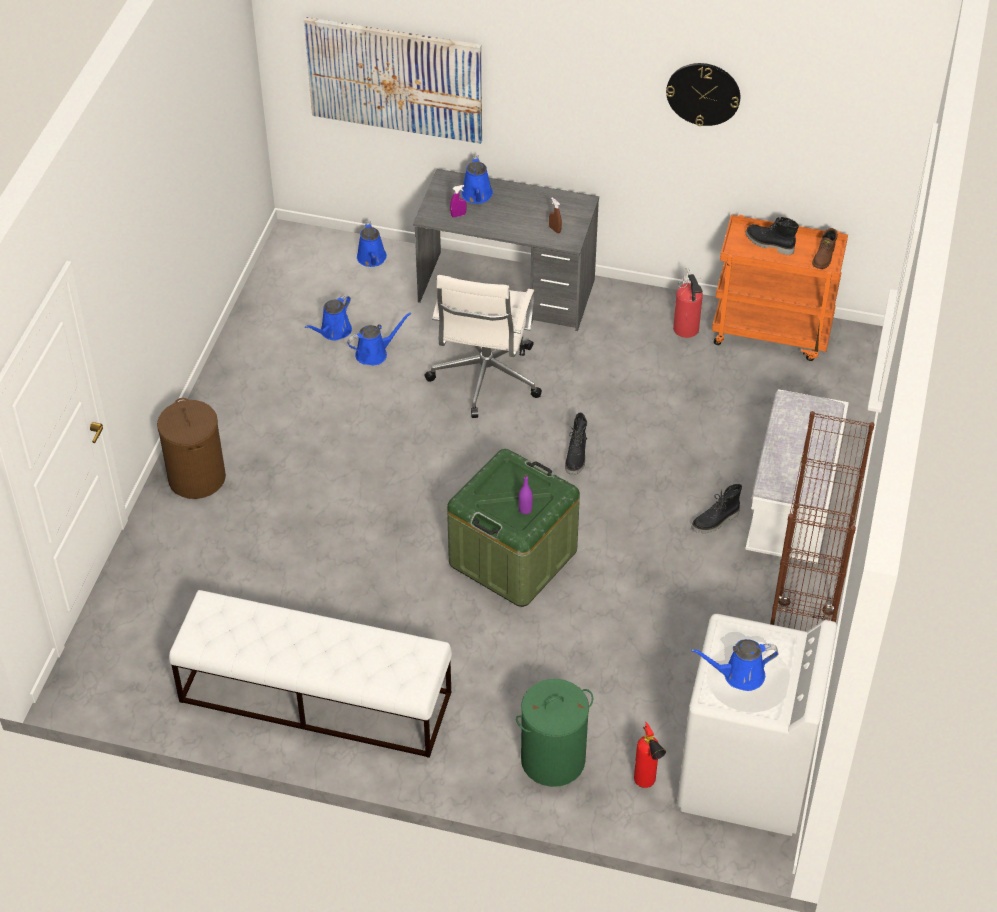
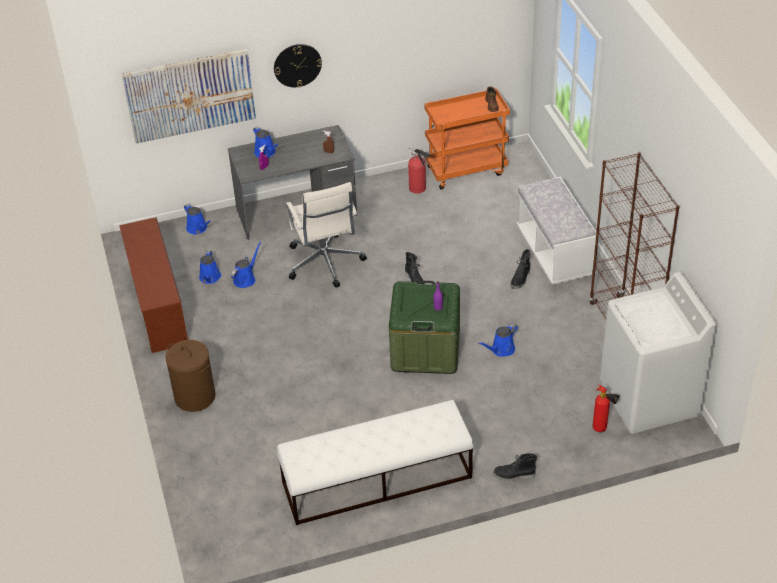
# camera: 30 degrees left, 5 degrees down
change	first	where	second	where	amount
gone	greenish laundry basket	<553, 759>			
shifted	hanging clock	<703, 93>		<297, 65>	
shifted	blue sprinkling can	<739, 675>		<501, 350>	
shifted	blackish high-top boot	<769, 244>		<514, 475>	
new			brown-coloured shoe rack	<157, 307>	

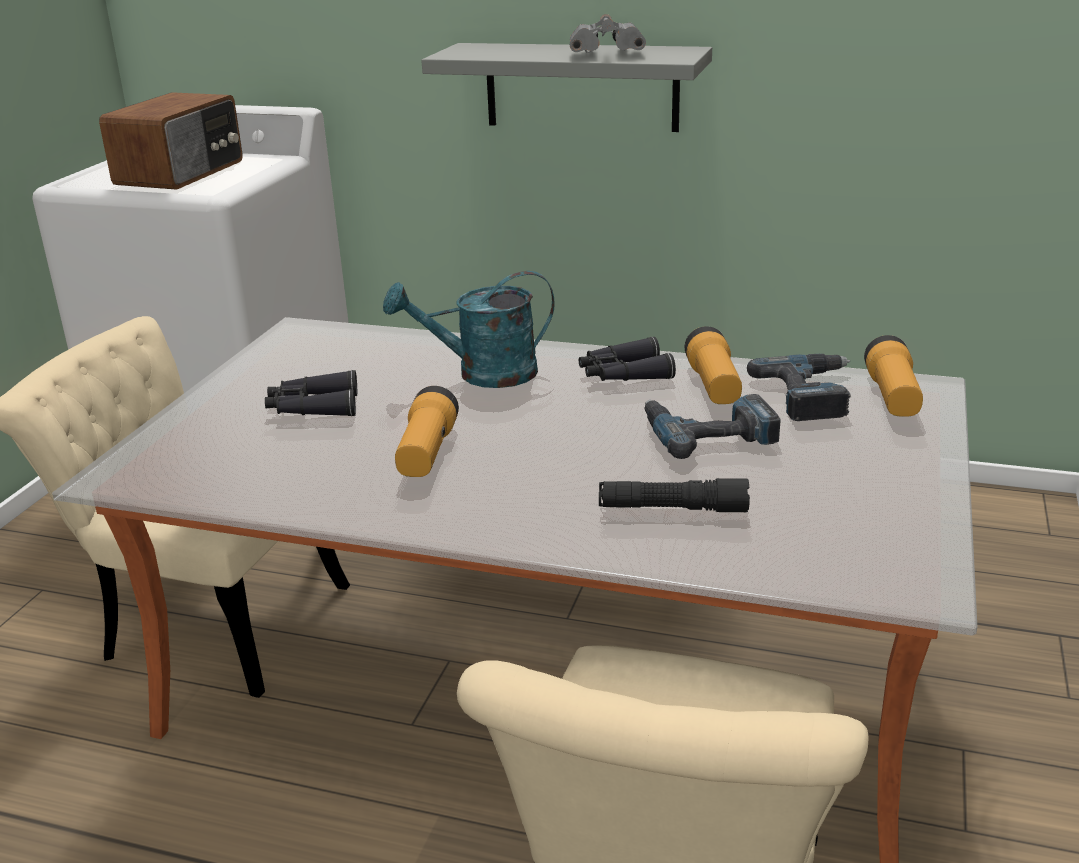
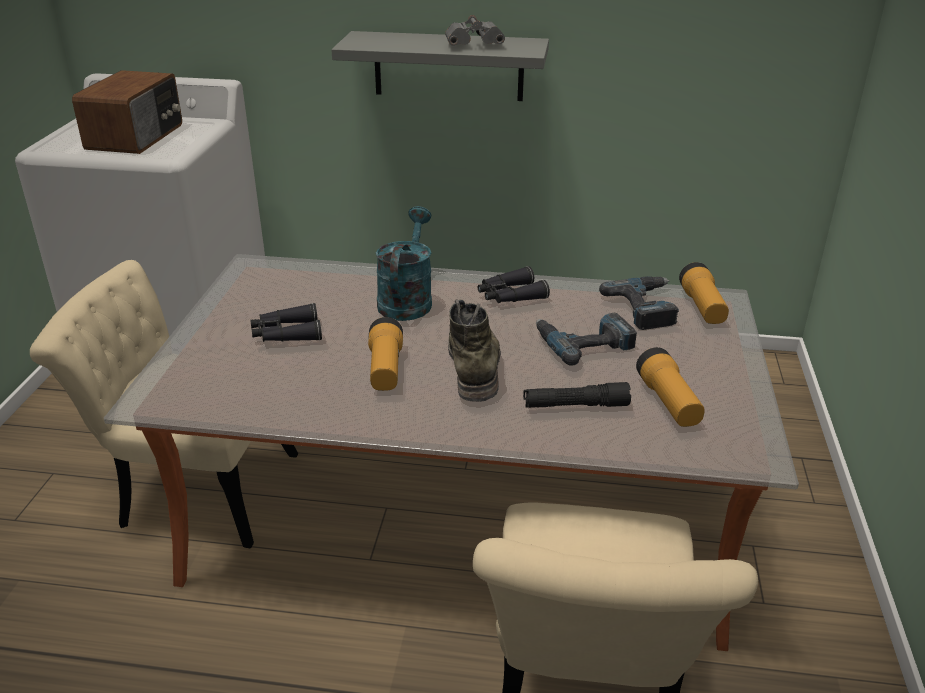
# camera: 10 degrees left, 5 degrees up
change	first	where	second	where	amount
rotated	turquoise sprinkling can	<483, 374>		<406, 300>	120 degrees clockwise
shifted	flashlight	<713, 386>		<668, 402>	
new			greenish high-top boot	<473, 364>	

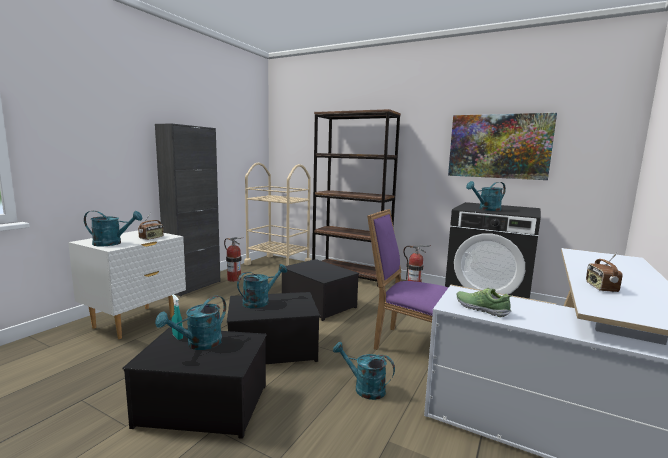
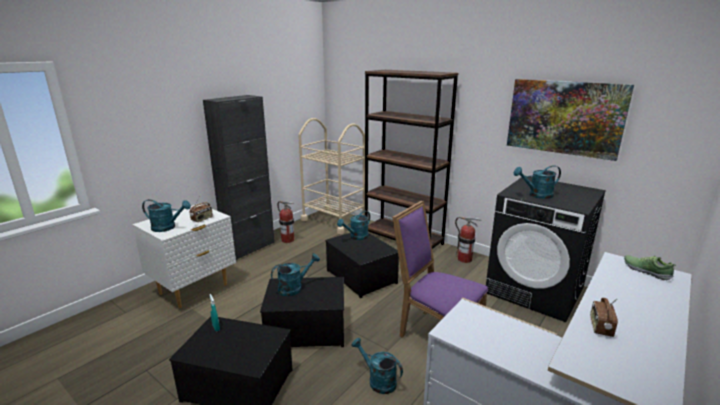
# camera: 10 degrees right, 10 degrees up
change	first	where	second	where	amount
shifted	turquoise sprinkling can	<199, 344>		<356, 237>	
shifted	item of footwear	<481, 308>		<646, 271>	

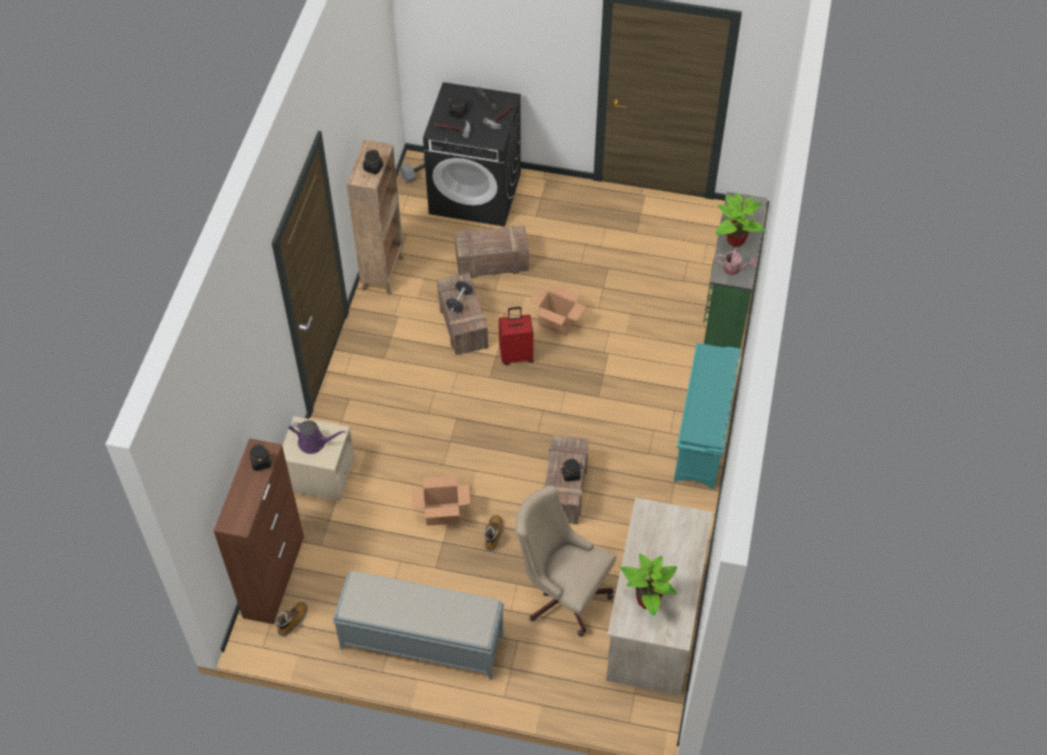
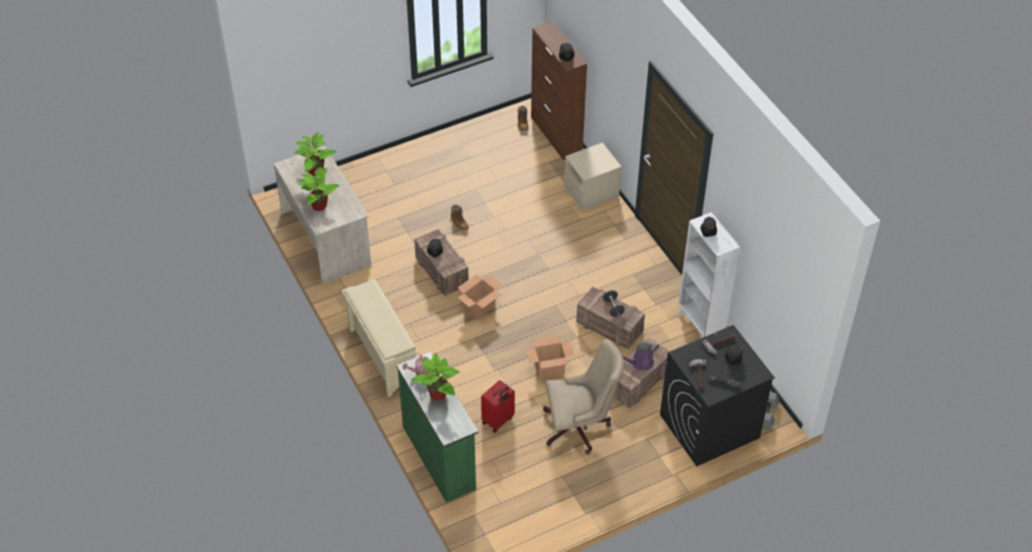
# camera: 140 degrees right, 5 degrees down
change	first	where	second	where	amount
shifted	purple-coloured sprinkling can	<314, 443>		<640, 363>	
gone	grey bench	<420, 640>			
repainted	brown-coloured bookshelf	<383, 272>	white-coloured bookshelf	<700, 326>	
shifted	packing box	<442, 514>		<479, 307>	
shifted	red-coloured suitcase	<516, 355>		<498, 420>	
shifted	sand-coloured desk chair	<562, 593>		<580, 427>	
repainted	turquoise shoe rack	<703, 437>	sand-coloured shoe rack	<382, 356>	
new			potted plant	<319, 205>	

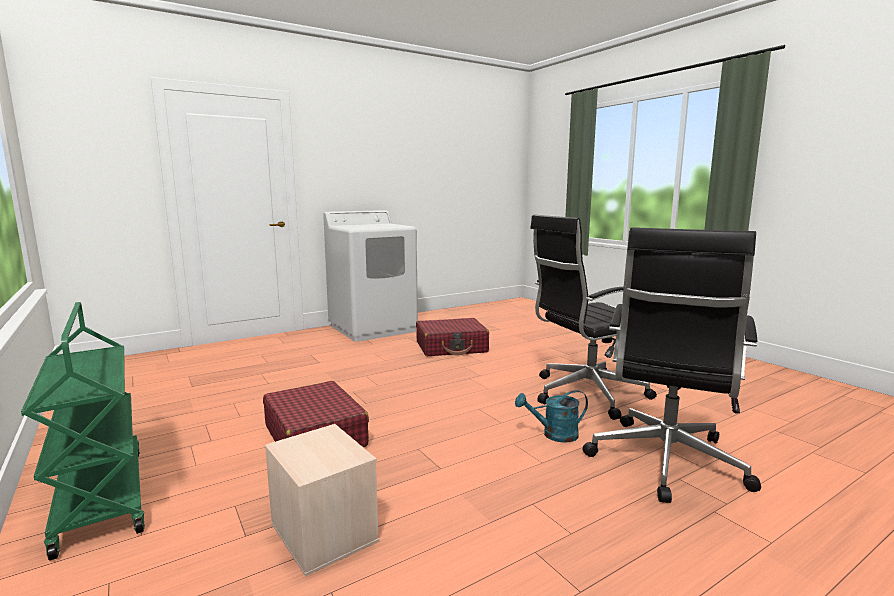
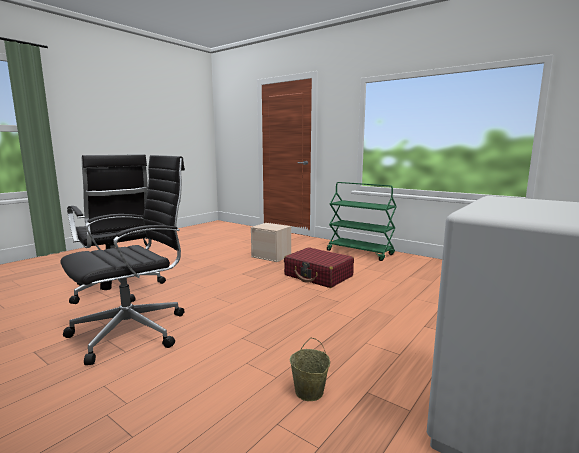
# camera: 160 degrees right, 0 degrees up
change	first	where	second	where	amount
swapped	red-coloured suitcase	<451, 347>	sand-coloured pail	<309, 392>	
gone	turquoise sprinkling can	<554, 435>			
rotated	blackish desk chair	<665, 463>		<118, 290>	135 degrees clockwise

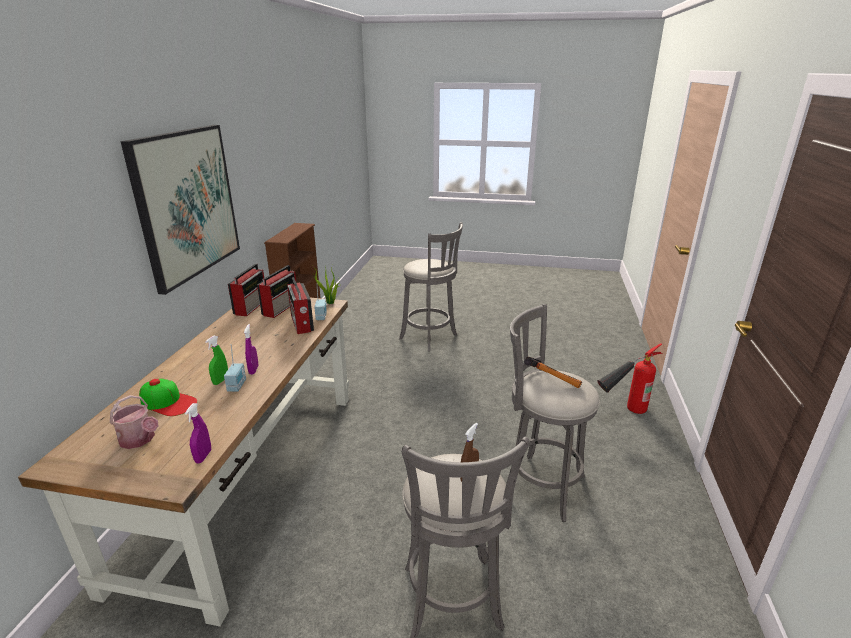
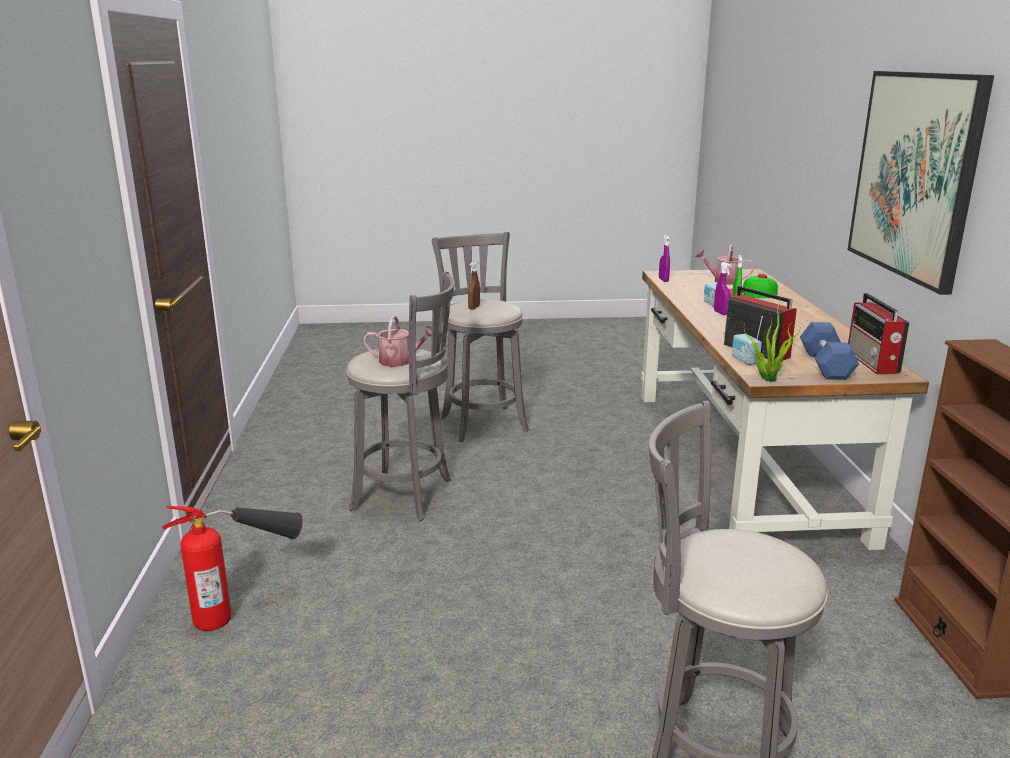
# camera: 165 degrees right, 5 degrees down
change	first	where	second	where	amount
swapped	radio set	<281, 307>	blue dumbbell	<825, 365>	
swapped	tool hammer	<552, 379>	sprinkling can	<400, 361>	

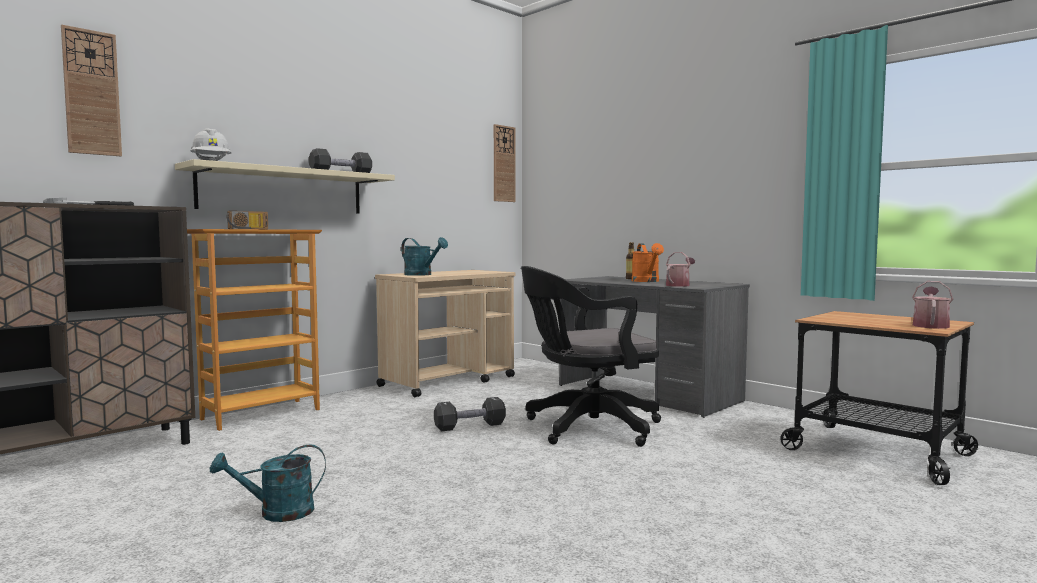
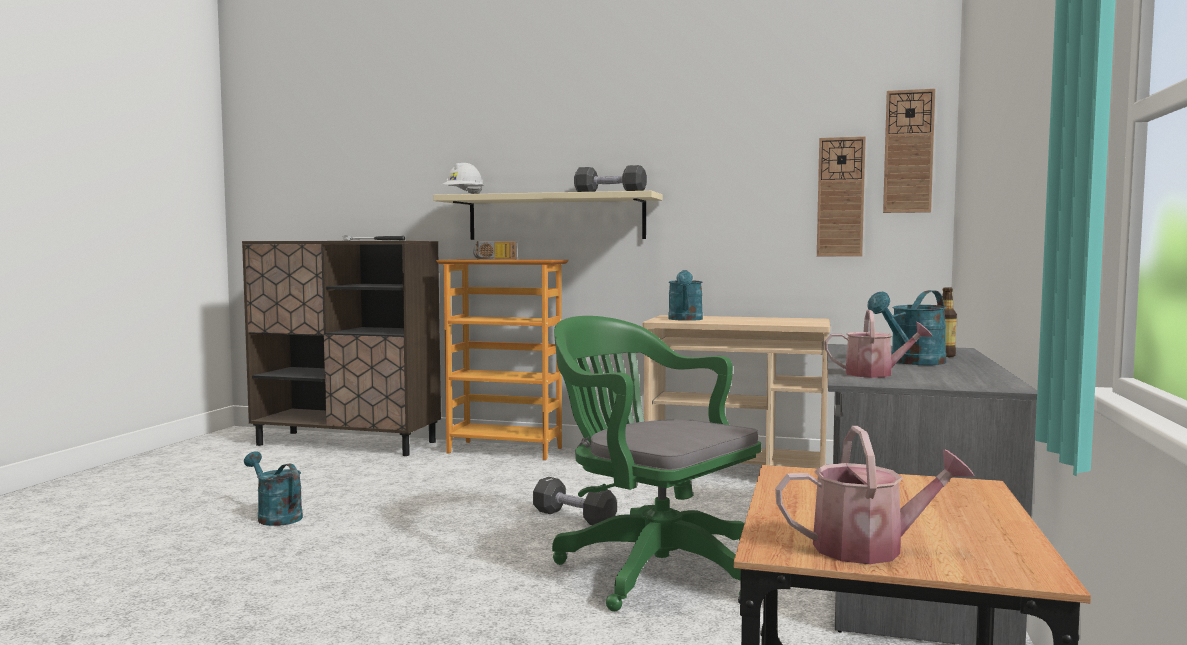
# camera: 60 degrees right, 0 degrees up
change	first	where	second	where	amount
shifted	hanging clock	<91, 93>		<840, 197>	
repainted	blackish desk chair	<586, 428>	greenish desk chair	<651, 568>	
repainted	orange-coloured sprinkling can	<647, 281>	turquoise sprinkling can	<912, 362>	

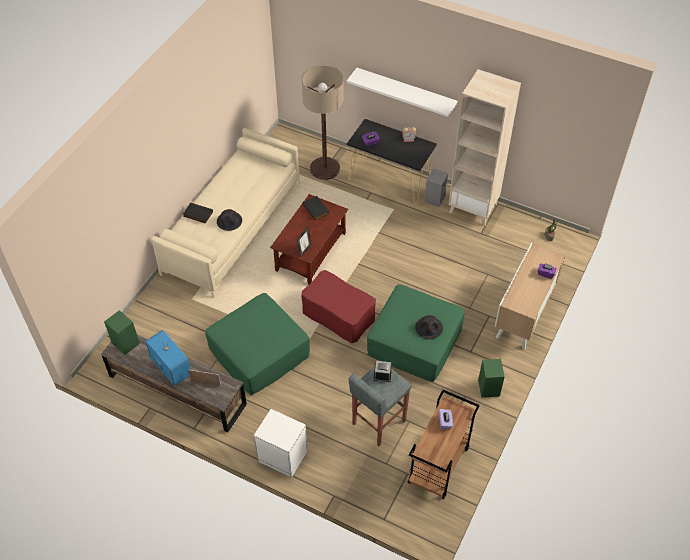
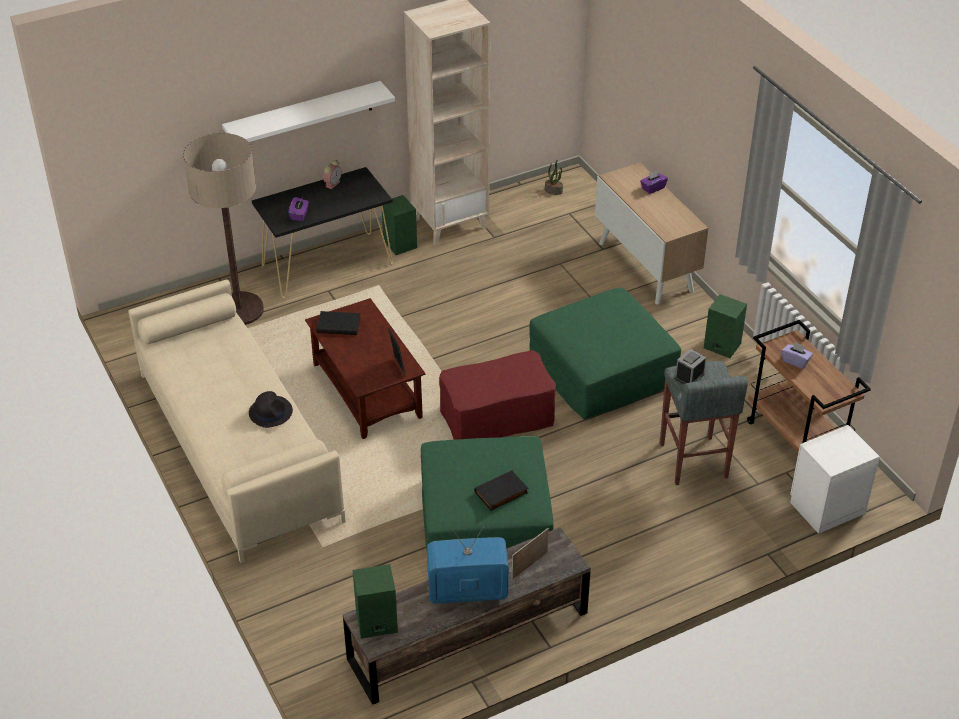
# camera: 55 degrees left, 10 degrees down
change	first	where	second	where	amount
shifted	blackish volume	<197, 214>		<501, 493>	
shifted	white-coloured night table	<282, 455>		<825, 507>	
gone	blackish wearable hat	<429, 328>			
repainted	grey audio speaker	<434, 198>	greenish audio speaker	<399, 244>	

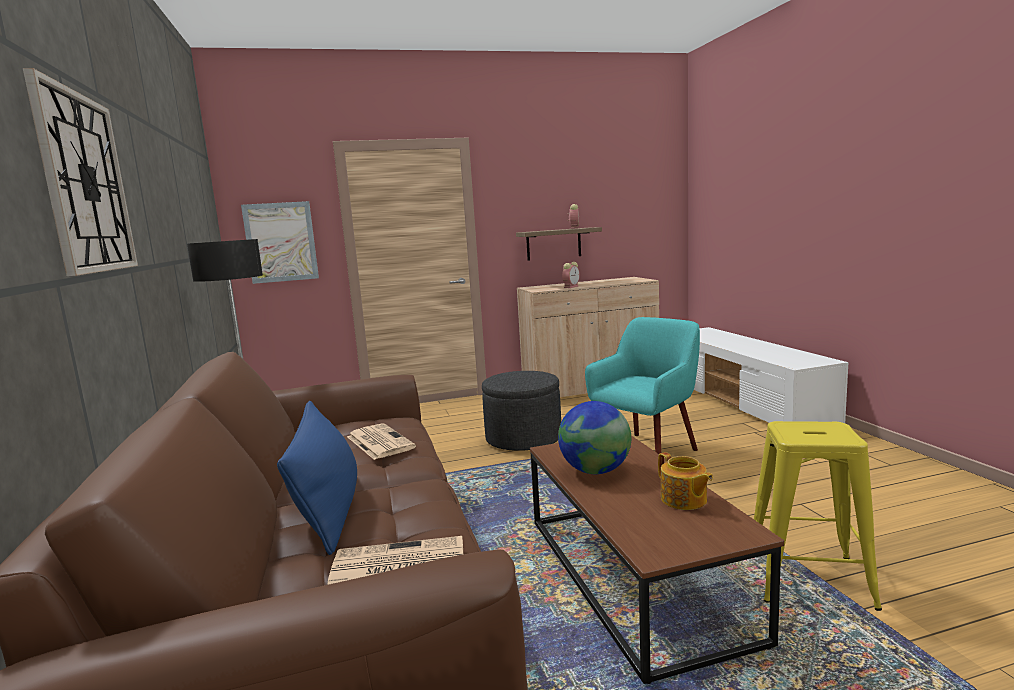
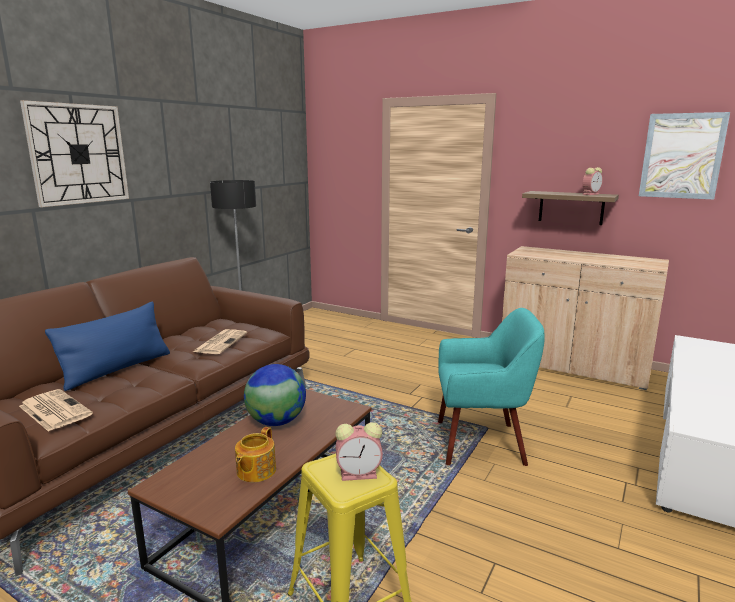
# camera: 45 degrees right, 5 degrees up
change	first	where	second	where	amount
shifted	picture	<281, 242>		<682, 156>	
gone	grey footrest	<523, 438>			
shifted	table clock	<571, 287>		<360, 473>	

